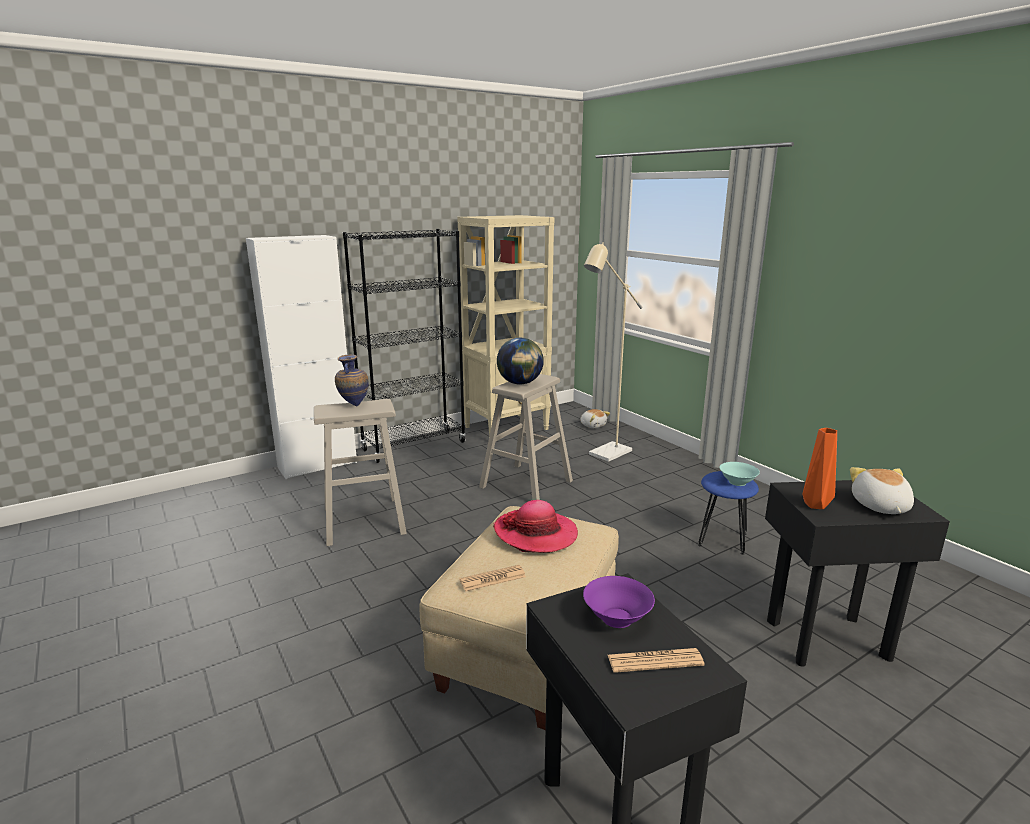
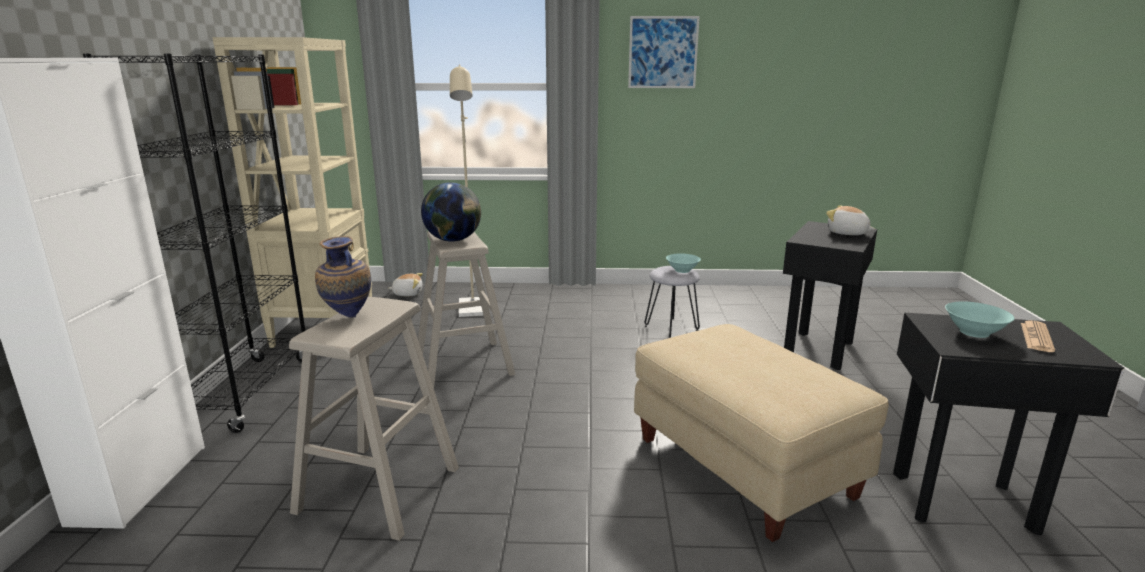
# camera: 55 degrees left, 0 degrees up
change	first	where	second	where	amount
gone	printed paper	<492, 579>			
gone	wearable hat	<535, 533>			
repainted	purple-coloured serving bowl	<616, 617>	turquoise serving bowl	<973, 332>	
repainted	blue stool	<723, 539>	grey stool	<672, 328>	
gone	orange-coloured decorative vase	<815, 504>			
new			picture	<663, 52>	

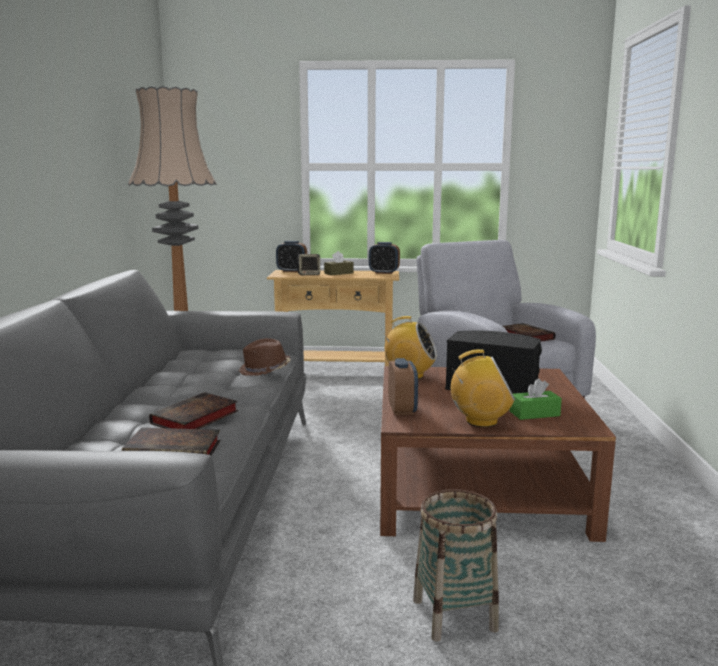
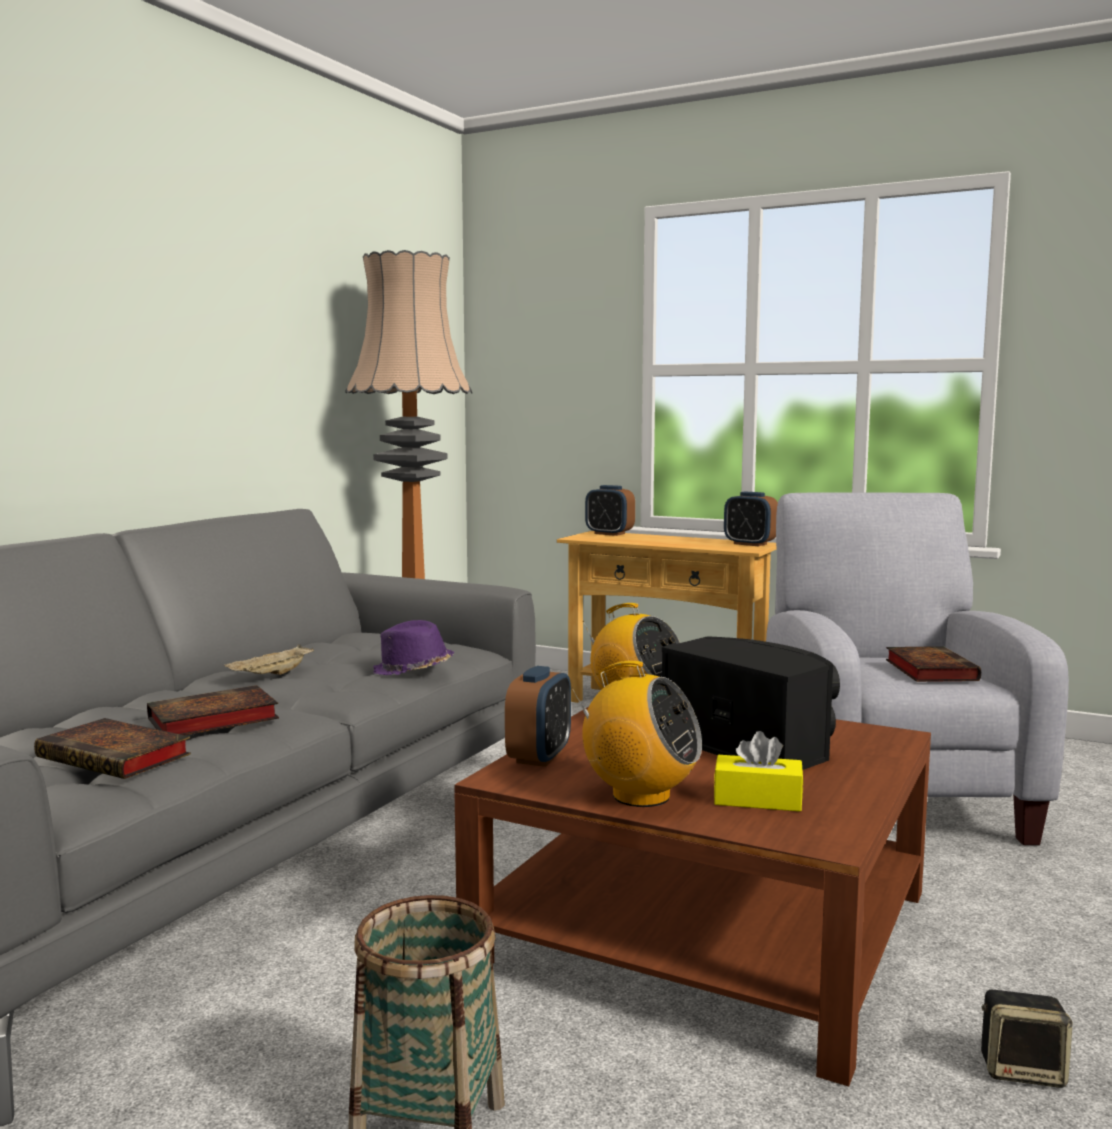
# camera: 25 degrees right, 5 degrees down
change	first	where	second	where	amount
repainted	brown-coloured wearable hat	<265, 370>	purple-coloured wearable hat	<412, 670>	
shifted	audio speaker	<309, 274>		<1023, 1070>	
gone	brown-coloured tissue box	<338, 273>			
repainted	greenish tissue box	<534, 414>	yellowish tissue box	<757, 800>	
new			sand-coloured serving tray	<271, 675>	

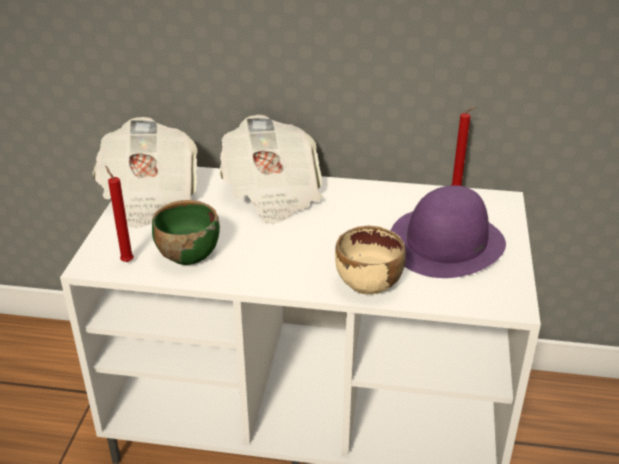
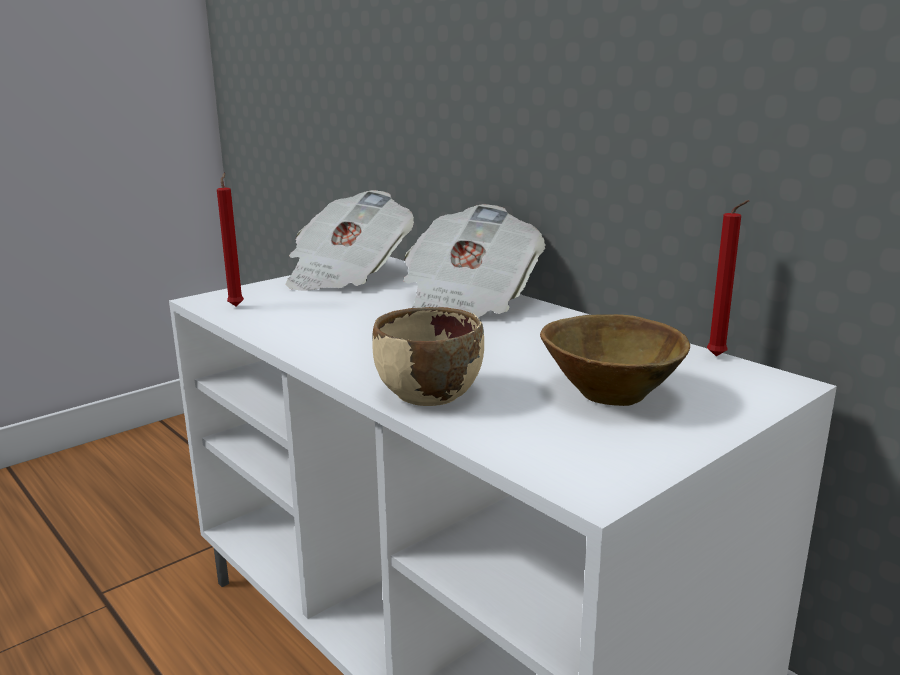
# camera: 40 degrees right, 15 degrees down
change	first	where	second	where	amount
gone	greenish serving bowl	<188, 254>			
swapped	purple-coloured wearable hat	<446, 242>	brown-coloured serving bowl	<609, 394>	

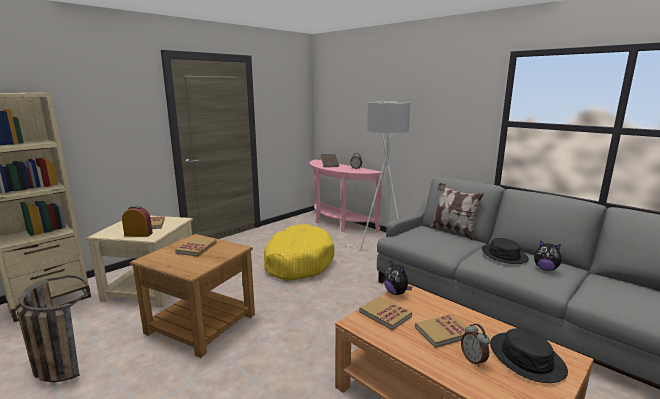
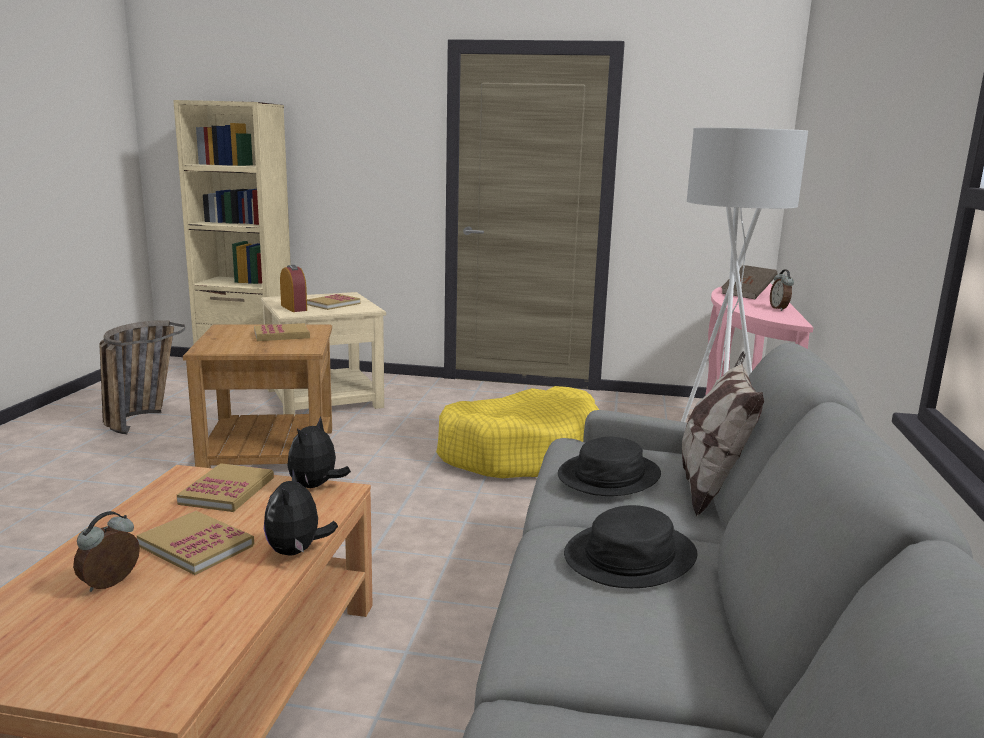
# camera: 55 degrees right, 0 degrees up
change	first	where	second	where	amount
shifted	blackish wearable hat	<526, 358>		<609, 476>	
shifted	plush toy	<545, 269>		<297, 551>	

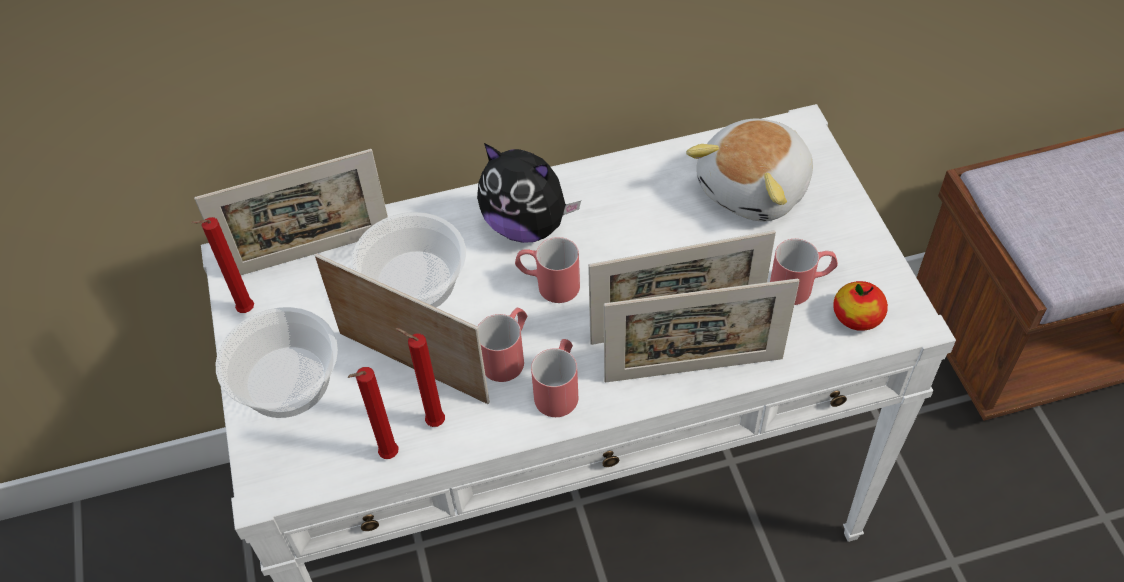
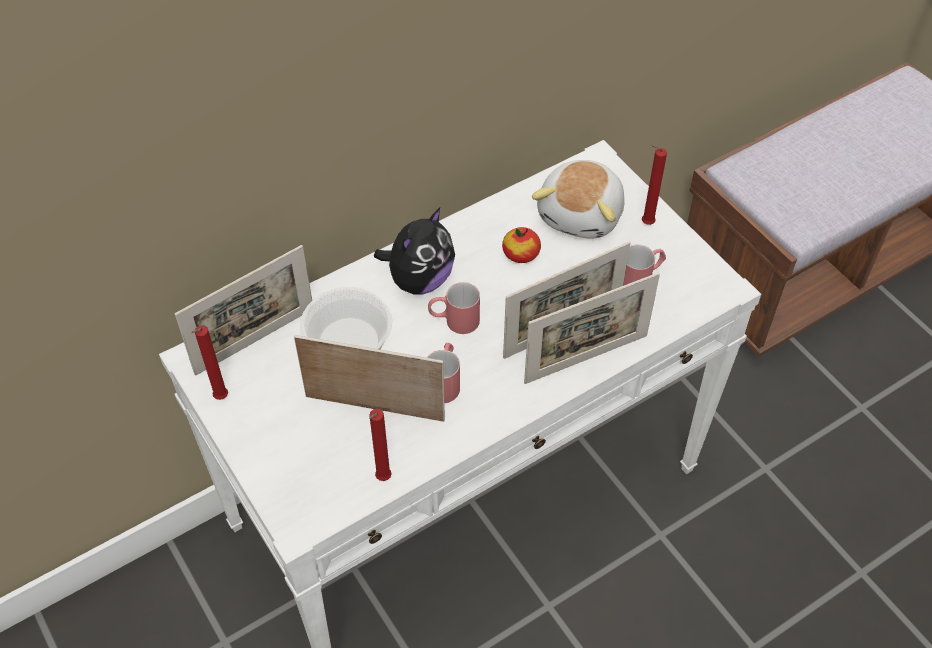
# camera: 20 degrees left, 0 degrees up
change	first	where	second	where	amount
gone	serving bowl	<287, 382>			
shifted	red-coloured candle	<432, 422>		<645, 223>	
rotated	plush toy	<527, 225>		<419, 280>	60 degrees counterclockwise
gone	red-coloured tea mug	<559, 388>			
shifted	apple	<857, 317>		<521, 254>	

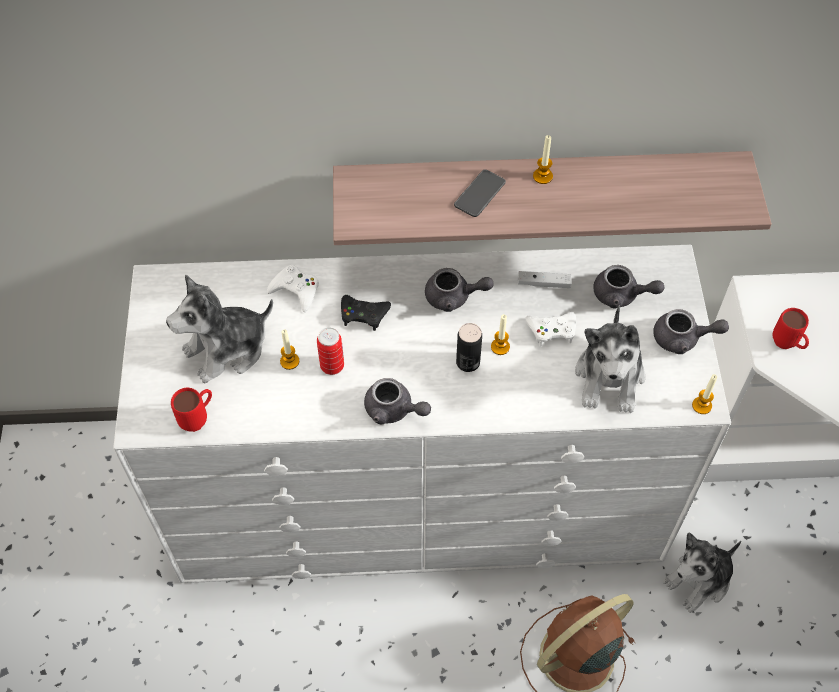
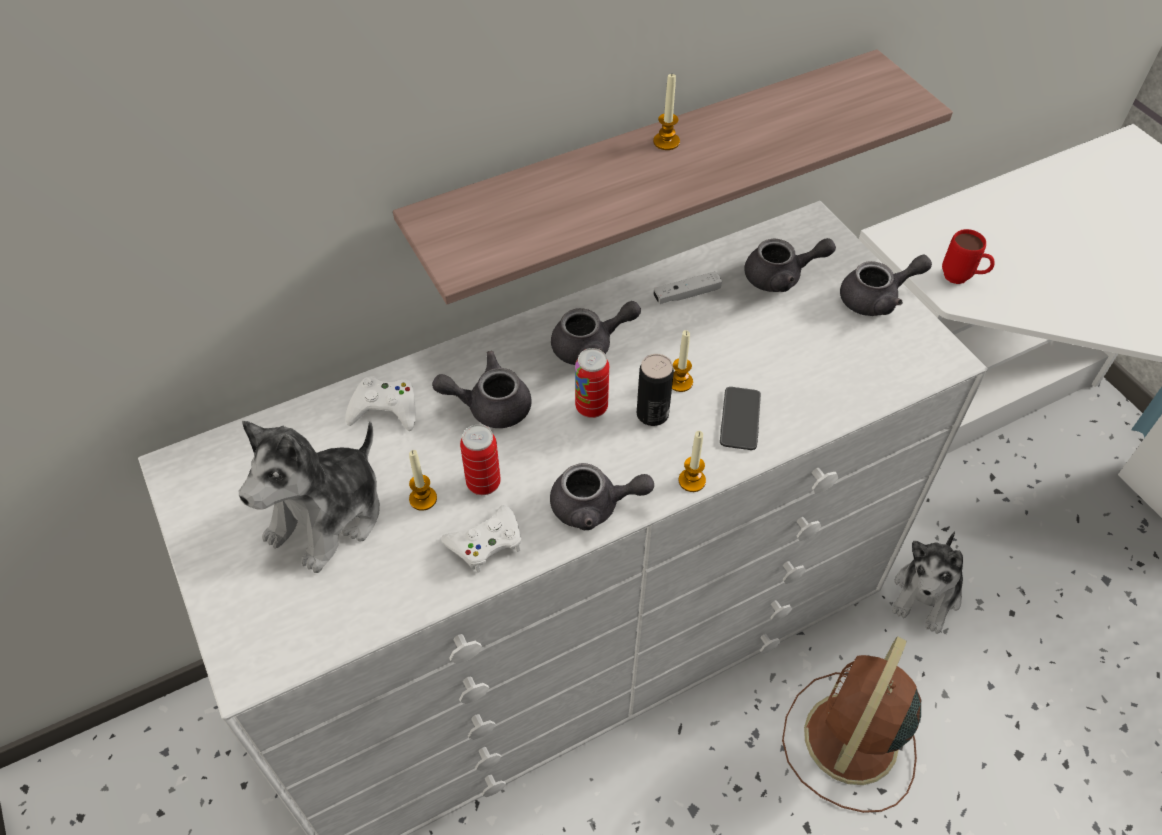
# camera: 25 degrees left, 5 degrees down
change	first	where	second	where	amount
gone	red-coloured tea mug	<198, 418>			
swapped	blackish gamepad	<363, 314>	grey teapot	<489, 406>	
shifted	handset	<479, 194>		<740, 419>	
shifted	white-coloured gamepad	<552, 330>		<486, 542>	
gone	plush toy	<610, 377>			
shifted	candle	<701, 405>		<692, 480>	
new			can	<591, 407>	

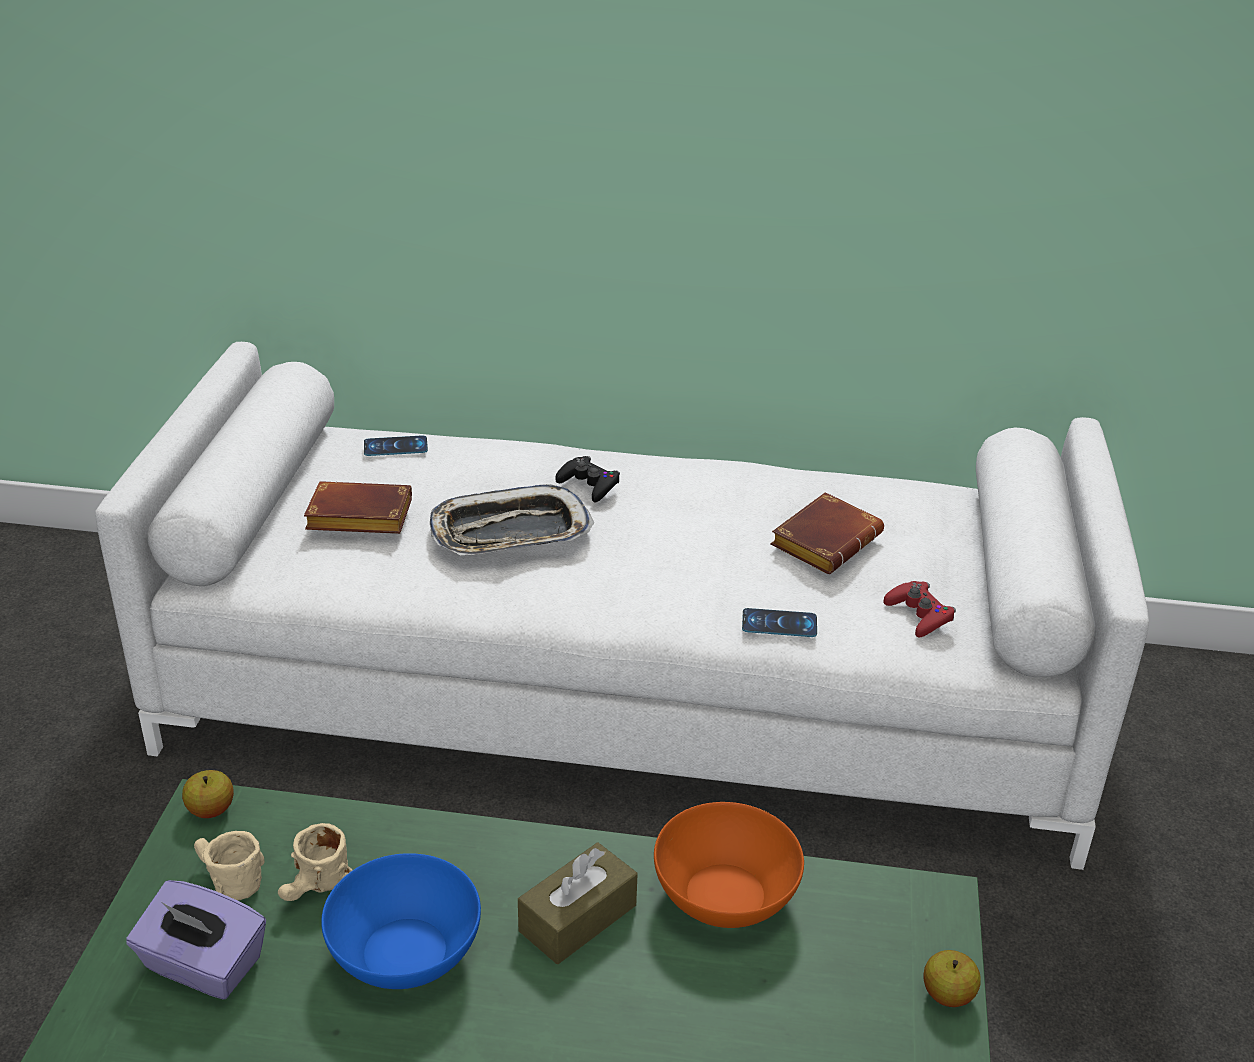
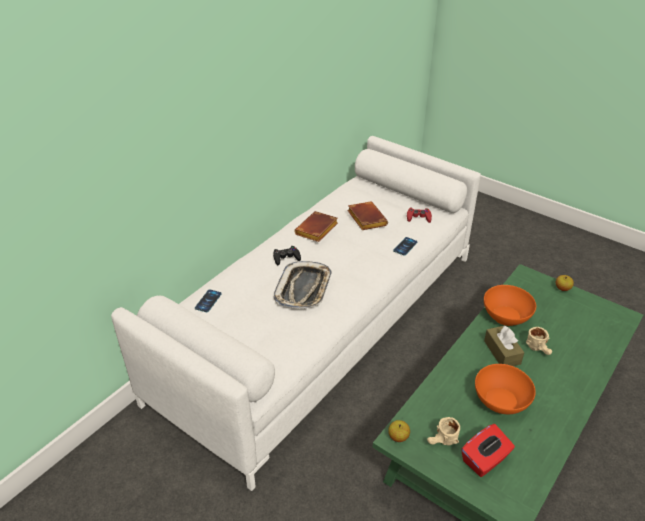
# camera: 60 degrees left, 5 degrees up
change	first	where	second	where	amount
repainted	purple-coloured tissue box	<202, 966>	red-coloured tissue box	<485, 460>	
shifted	sand-coloured tea mug	<316, 889>		<539, 349>	
shifted	brown-coloured volume	<356, 518>		<317, 230>	
repainted	blue serving bowl	<406, 953>	orange-coloured serving bowl	<501, 400>	

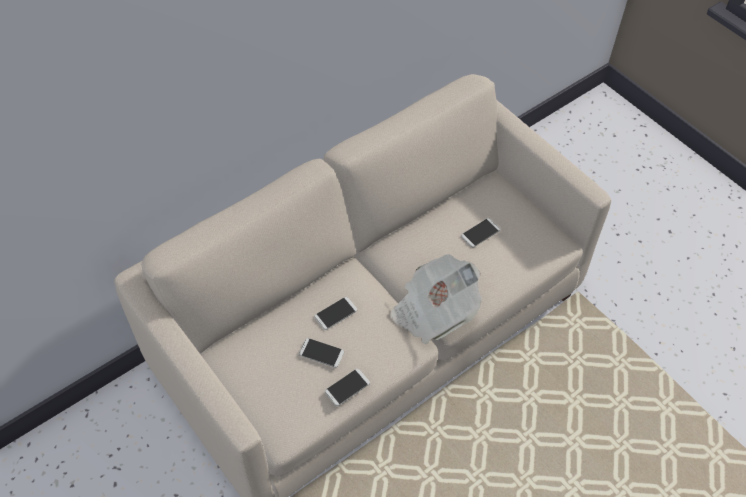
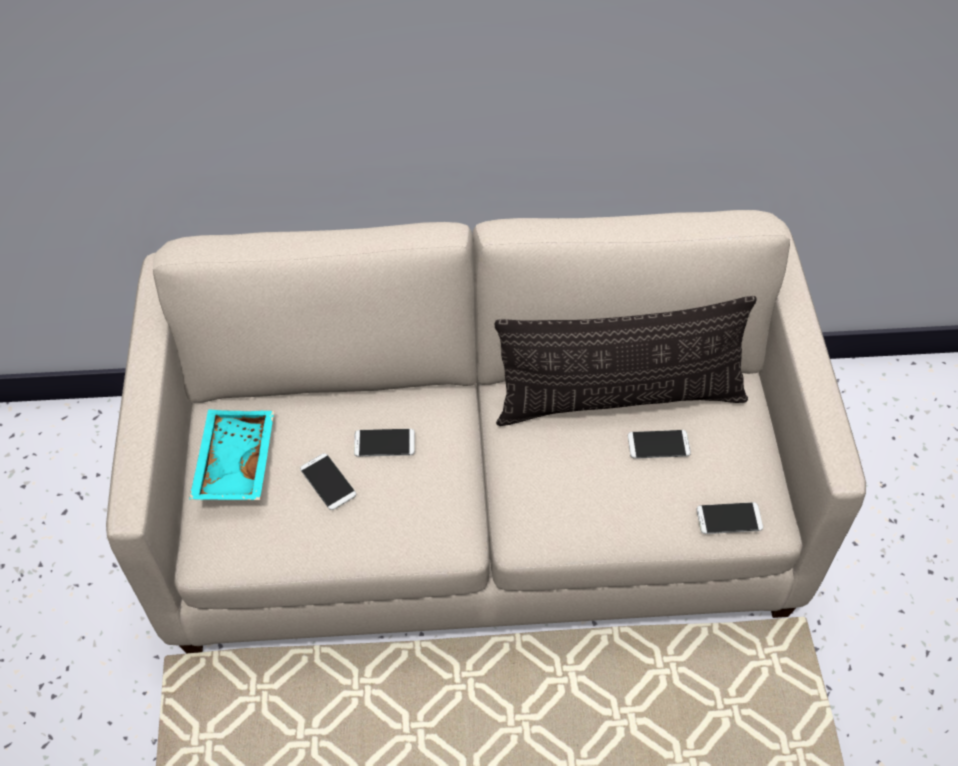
# camera: 35 degrees right, 0 degrees up
change	first	where	second	where	amount
shifted	handset	<347, 387>		<729, 518>	
gone	printed paper	<433, 311>			
new			turquoise serving tray	<233, 463>	
new			cushion	<619, 399>	

